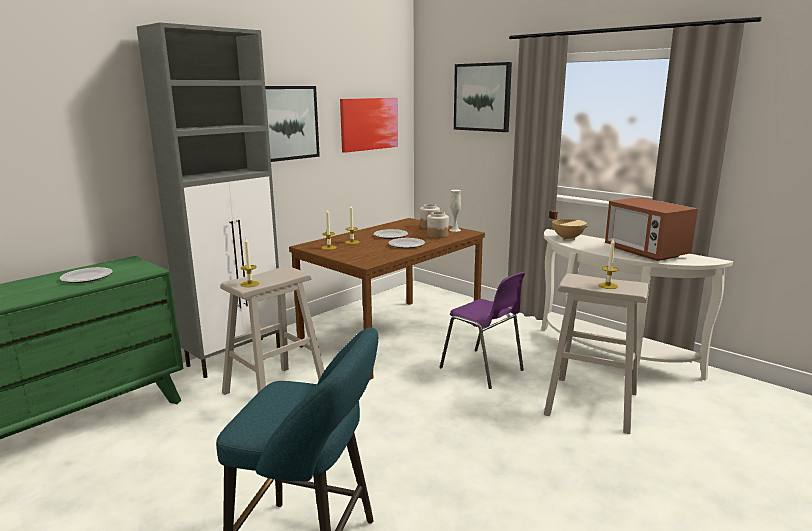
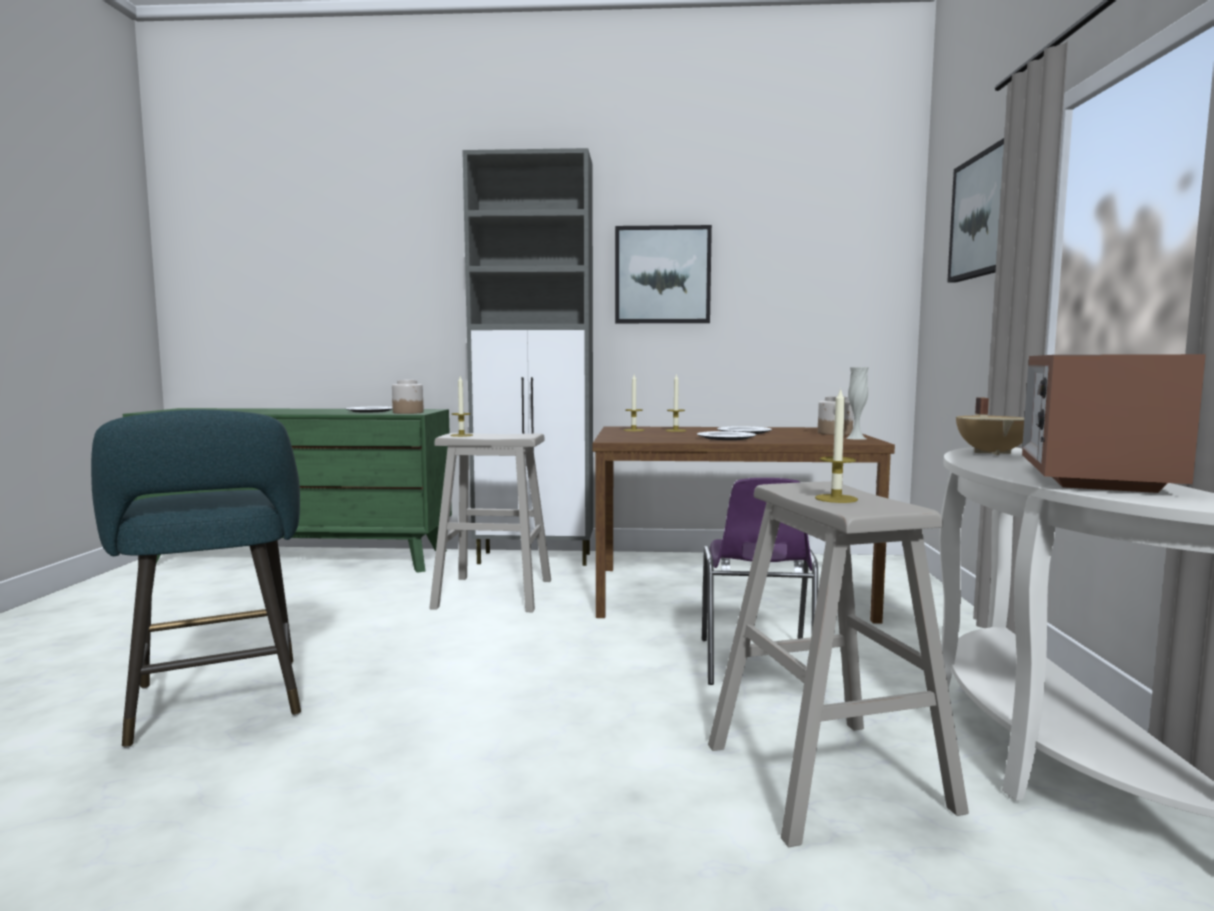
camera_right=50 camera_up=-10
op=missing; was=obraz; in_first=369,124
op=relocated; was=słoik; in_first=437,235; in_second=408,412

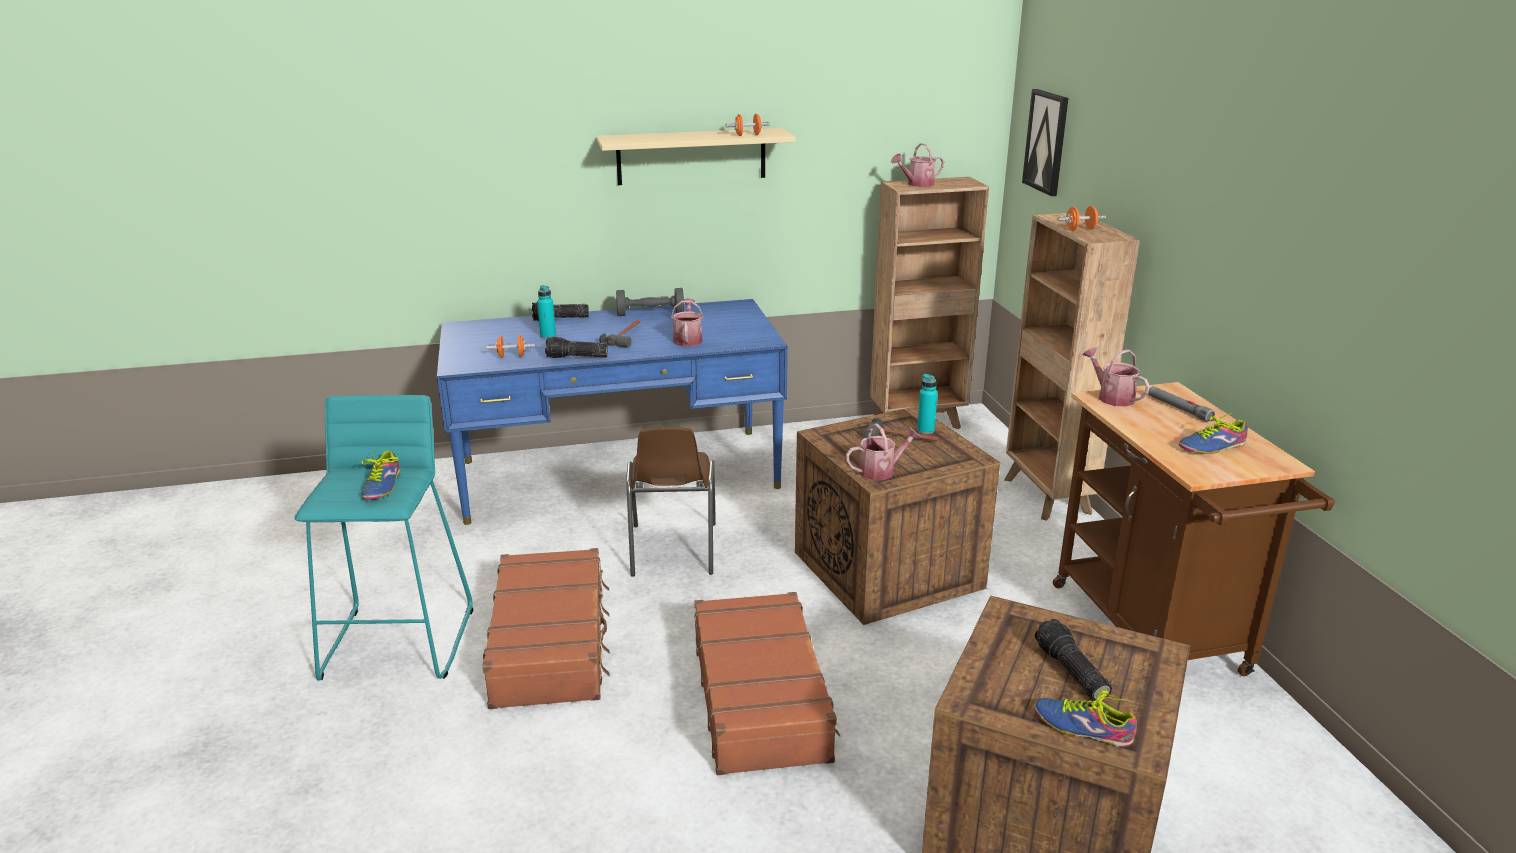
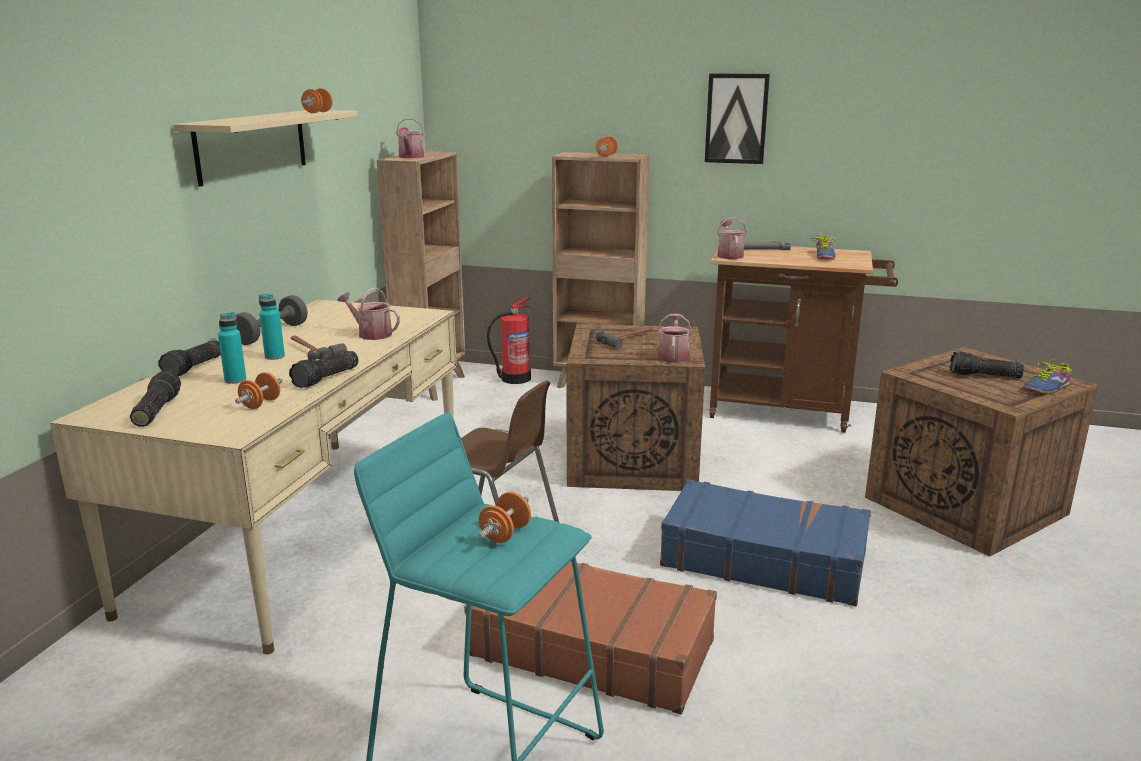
camera_right=-60 camera_up=-5
op=appeared; now=latarka; in_second=155,411
op=appeared; now=gaśnica; in_second=514,379
op=relocated; was=butelka/turkusowy; in_first=925,430; in_second=274,356
op=relocated; was=obraz; in_first=1046,142; in_second=736,118
op=exchanged; was=but; now=hantel/pomarańczowy; in_first=379,486; in_second=505,534
op=colour; was=biurko/niebieski; now=biurko/beżowy; in_first=619,474; in_second=308,528
op=colour; was=walizka/brązowy; now=walizka/niebieski; in_first=761,697; in_second=763,559
op=spun; was=konewka; in_first=1112,397; in_second=729,255; clockwise=90

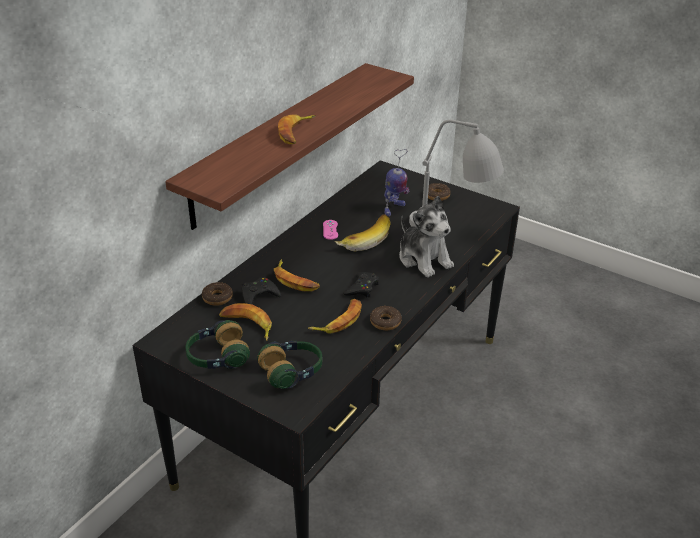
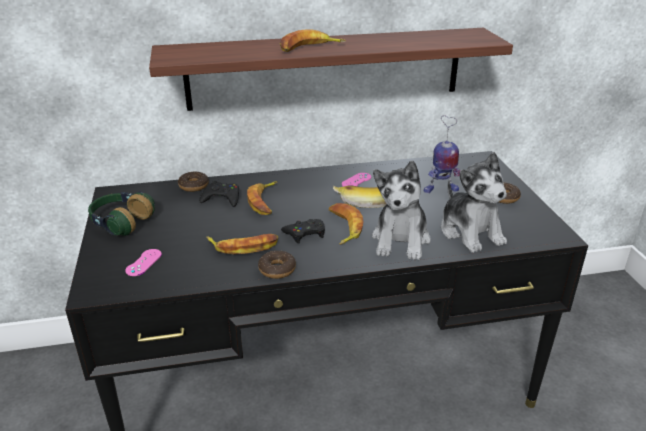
camera_right=45 camera_up=-5
op=relocated; was=banan; in_first=247,325; in_second=343,227
op=exchanged; was=słuchawki; now=pad do gier/różowy; in_first=292,372; in_second=144,262
op=exchanged; was=lampa stołowa/szary; now=pluszak; in_first=453,231; in_second=470,232

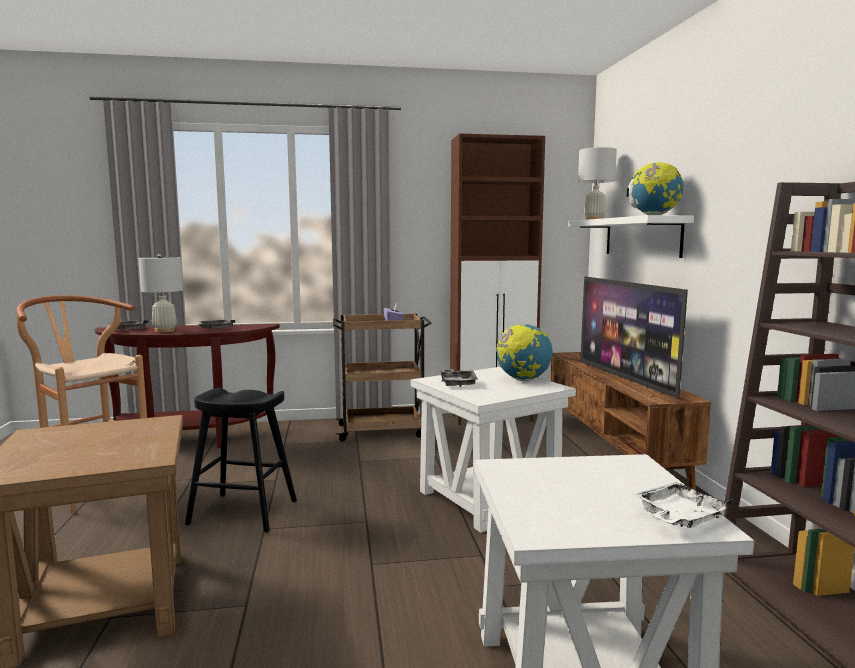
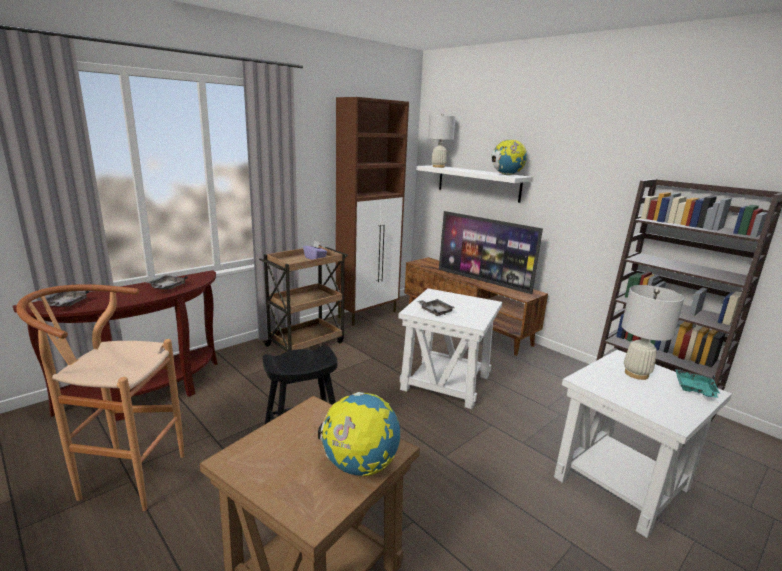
camera_right=-35 camera_up=10
op=relocated; was=lampa stołowa/biały; in_first=164,331; in_second=636,374
op=relocated; was=globus; in_first=523,380; in_second=359,466
op=colour; was=taca/biały; now=taca/turkusowy; in_first=678,517; in_second=695,389

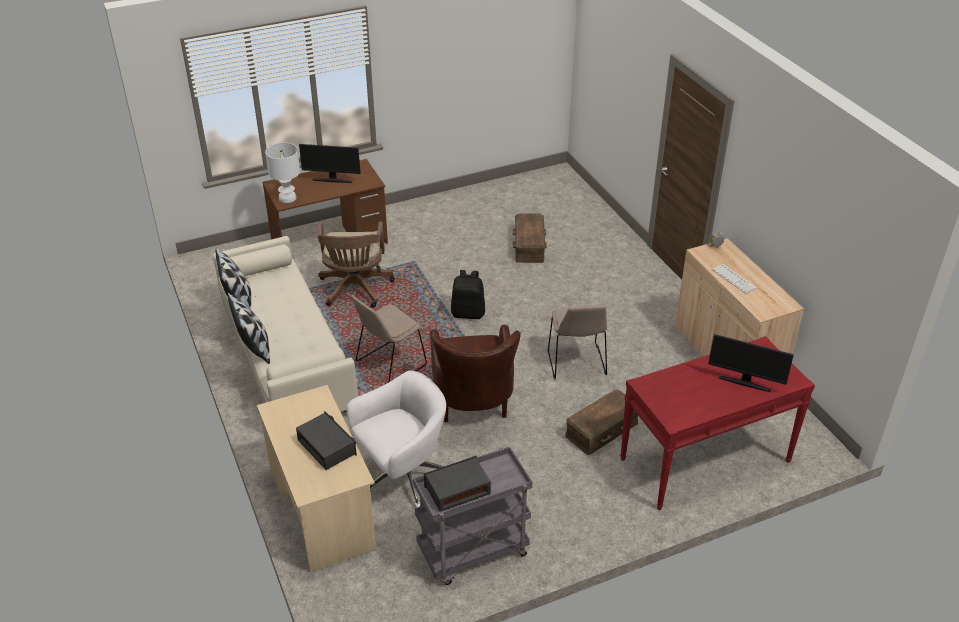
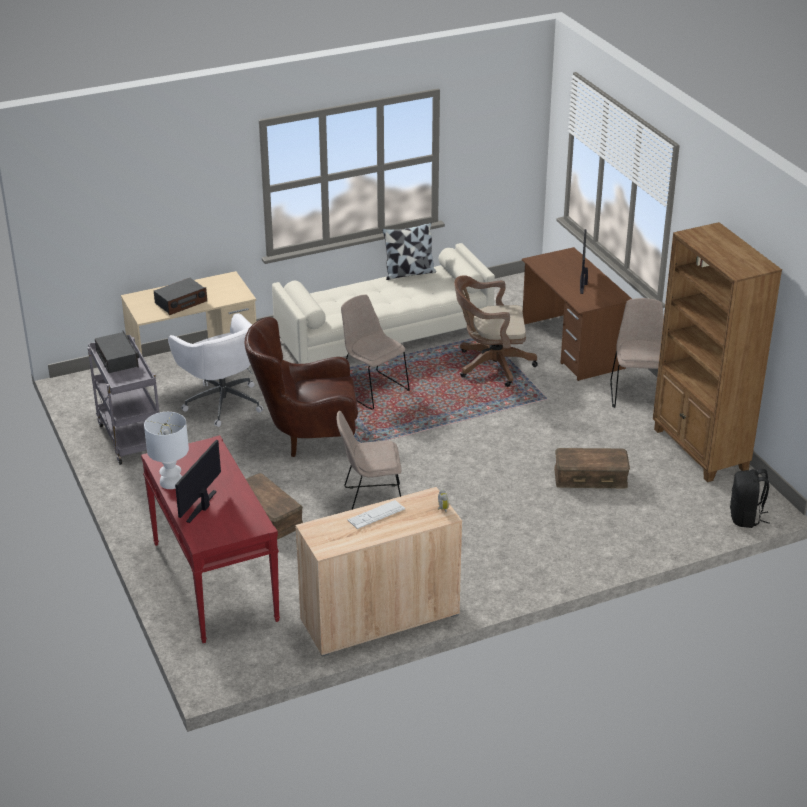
camera_right=90 camera_up=-5
op=missing; was=poduszka; in_first=254,348
op=appeared; now=krzesło/beżowy; in_second=637,394
op=appeared; now=regał/brązowy; in_second=700,450
op=relocated; was=lampa stołowa/biały; in_first=288,198; in_second=171,482
op=relocated; was=plecak/czarny; in_first=468,313; in_second=746,518

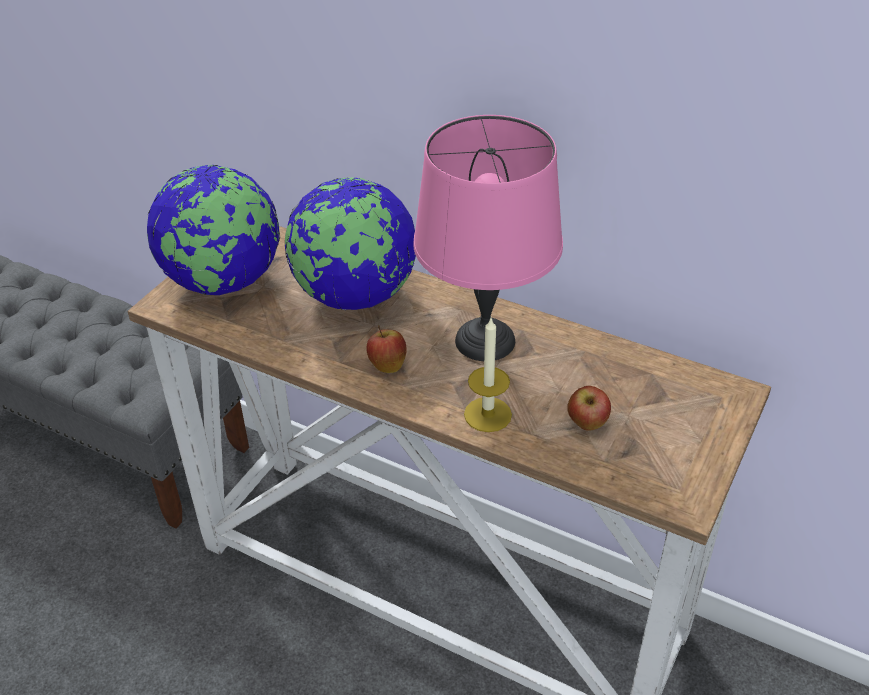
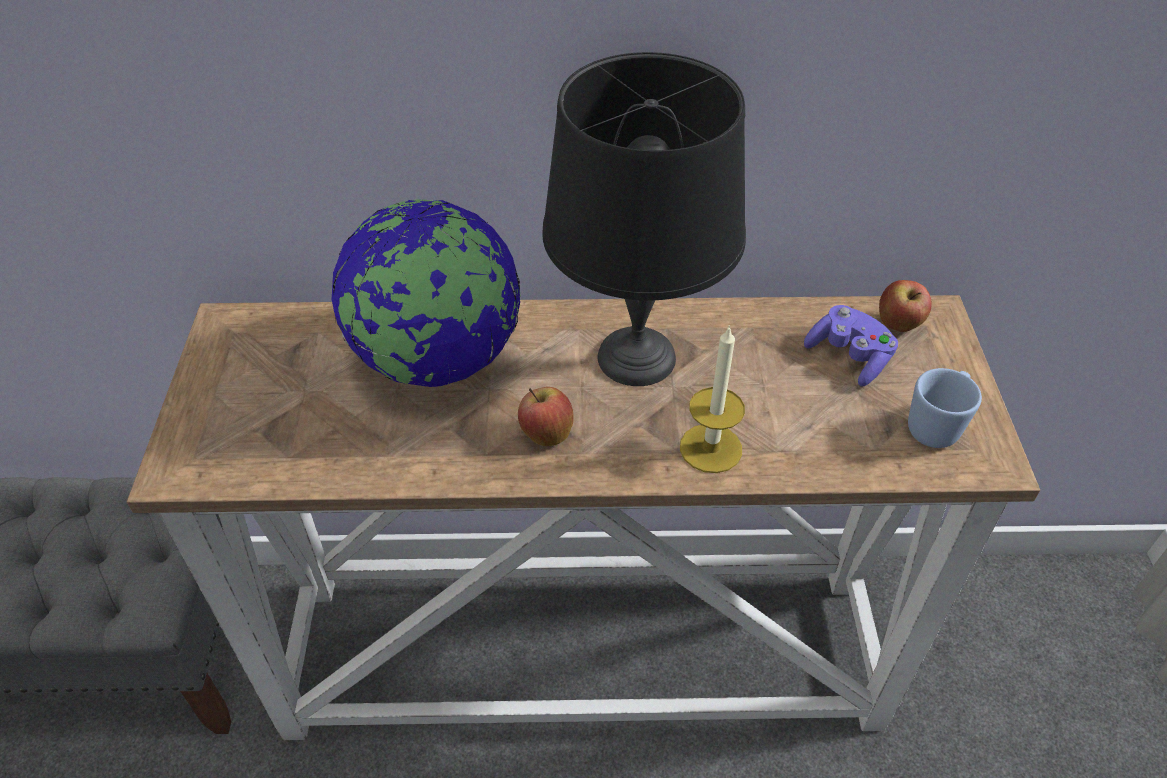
camera_right=-30 camera_up=5
op=missing; was=globus; in_first=223,282
op=appeared; now=pad do gier/fioletowy; in_second=849,357
op=appeared; now=kubek/niebieski; in_second=937,425
op=relocated; was=jabłko; in_first=587,424; in_second=898,325
op=colour; was=lampa stołowa/różowy; now=lampa stołowa/czarny; in_first=483,341; in_second=634,358

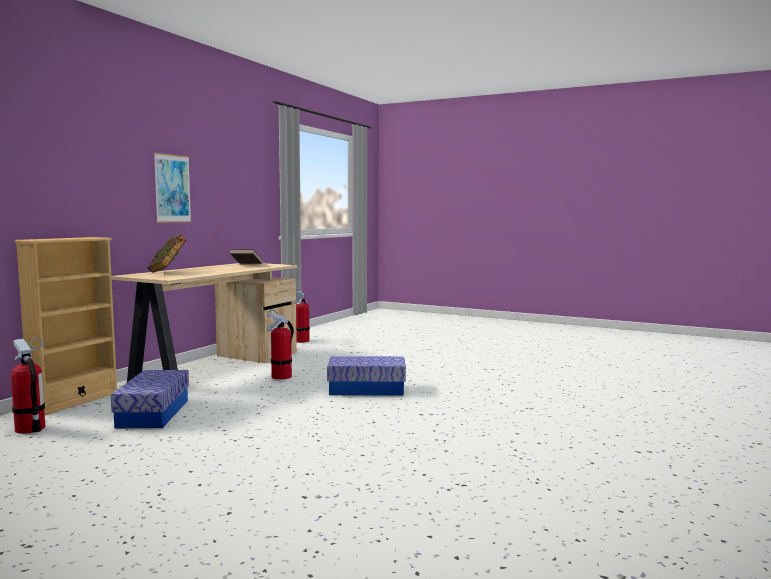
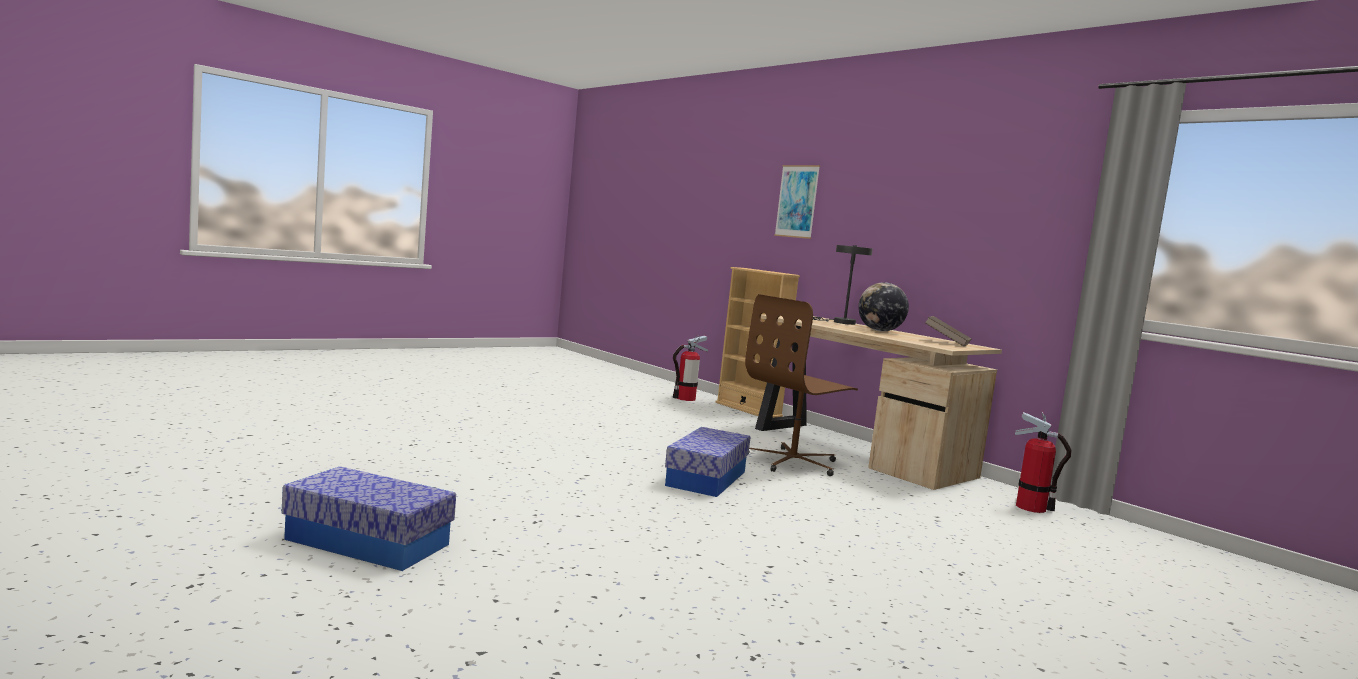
camera_right=110 camera_up=0
op=appeared; now=globus; in_second=880,331
op=relocated; was=pojemnik do przechowywania; in_first=153,413; in_second=367,542
op=relocated; was=obraz; in_first=172,188; in_second=797,201
op=exchanged; was=książka; now=lampa stołowa/szary; in_first=167,272; in_second=840,322
op=exchanged; was=gaśnica; now=krzesło biurowe/brązowy; in_first=281,376; in_second=793,462

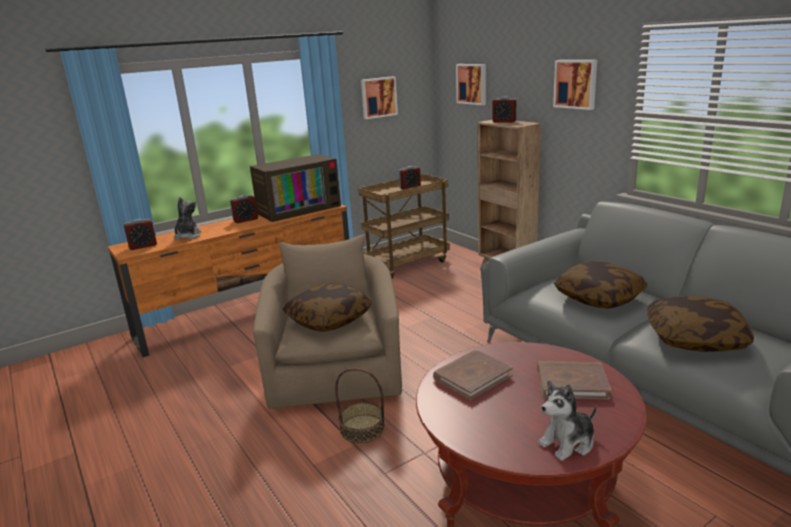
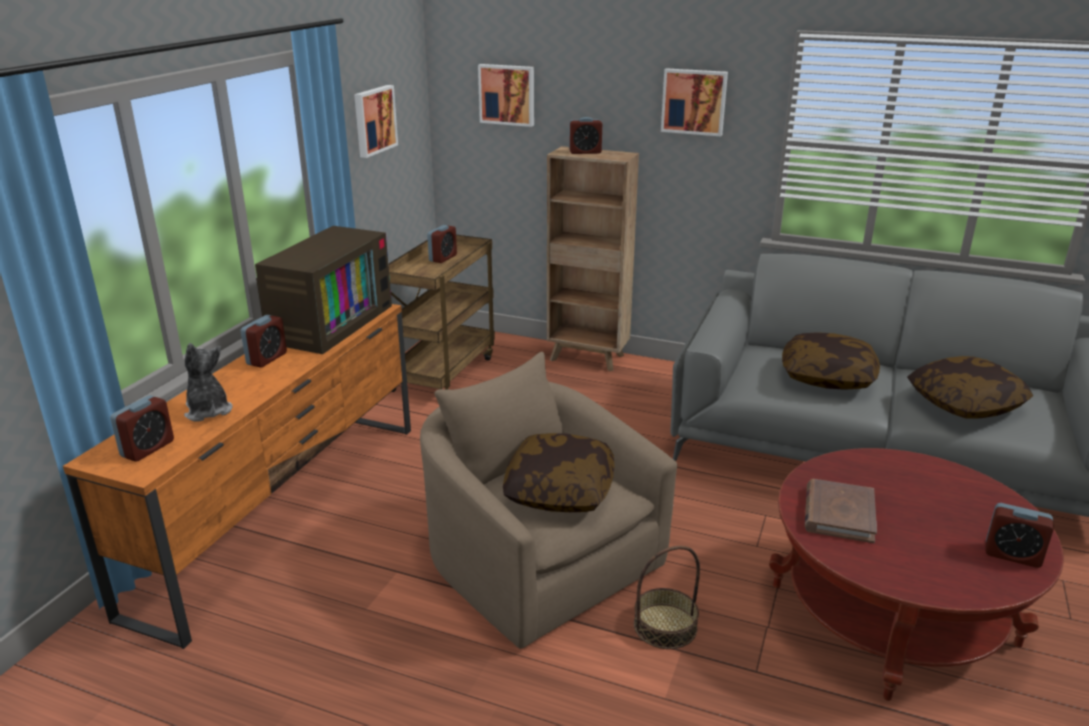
camera_right=-35 camera_up=5
op=missing; was=książka/brązowy; in_first=572,383
op=exchanged; was=pluszak; now=budzik; in_first=568,443; in_second=1012,555

